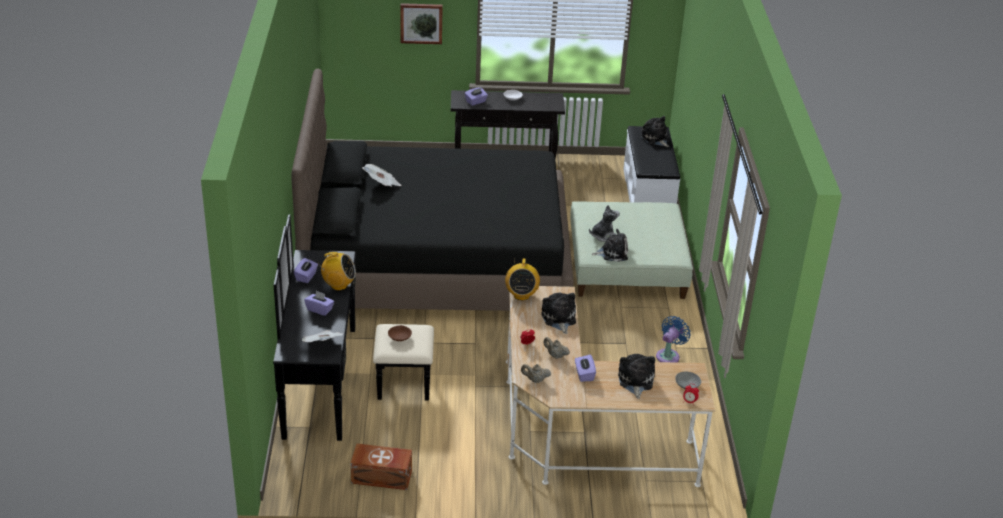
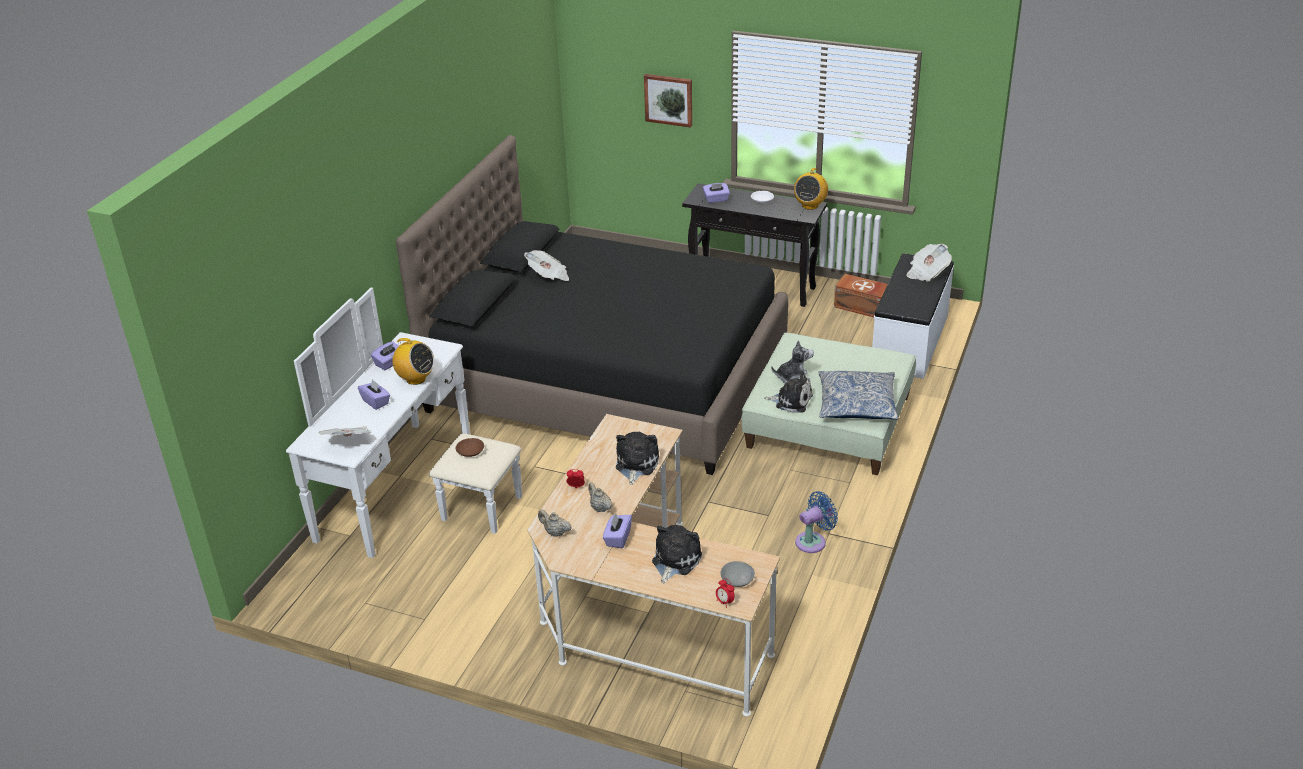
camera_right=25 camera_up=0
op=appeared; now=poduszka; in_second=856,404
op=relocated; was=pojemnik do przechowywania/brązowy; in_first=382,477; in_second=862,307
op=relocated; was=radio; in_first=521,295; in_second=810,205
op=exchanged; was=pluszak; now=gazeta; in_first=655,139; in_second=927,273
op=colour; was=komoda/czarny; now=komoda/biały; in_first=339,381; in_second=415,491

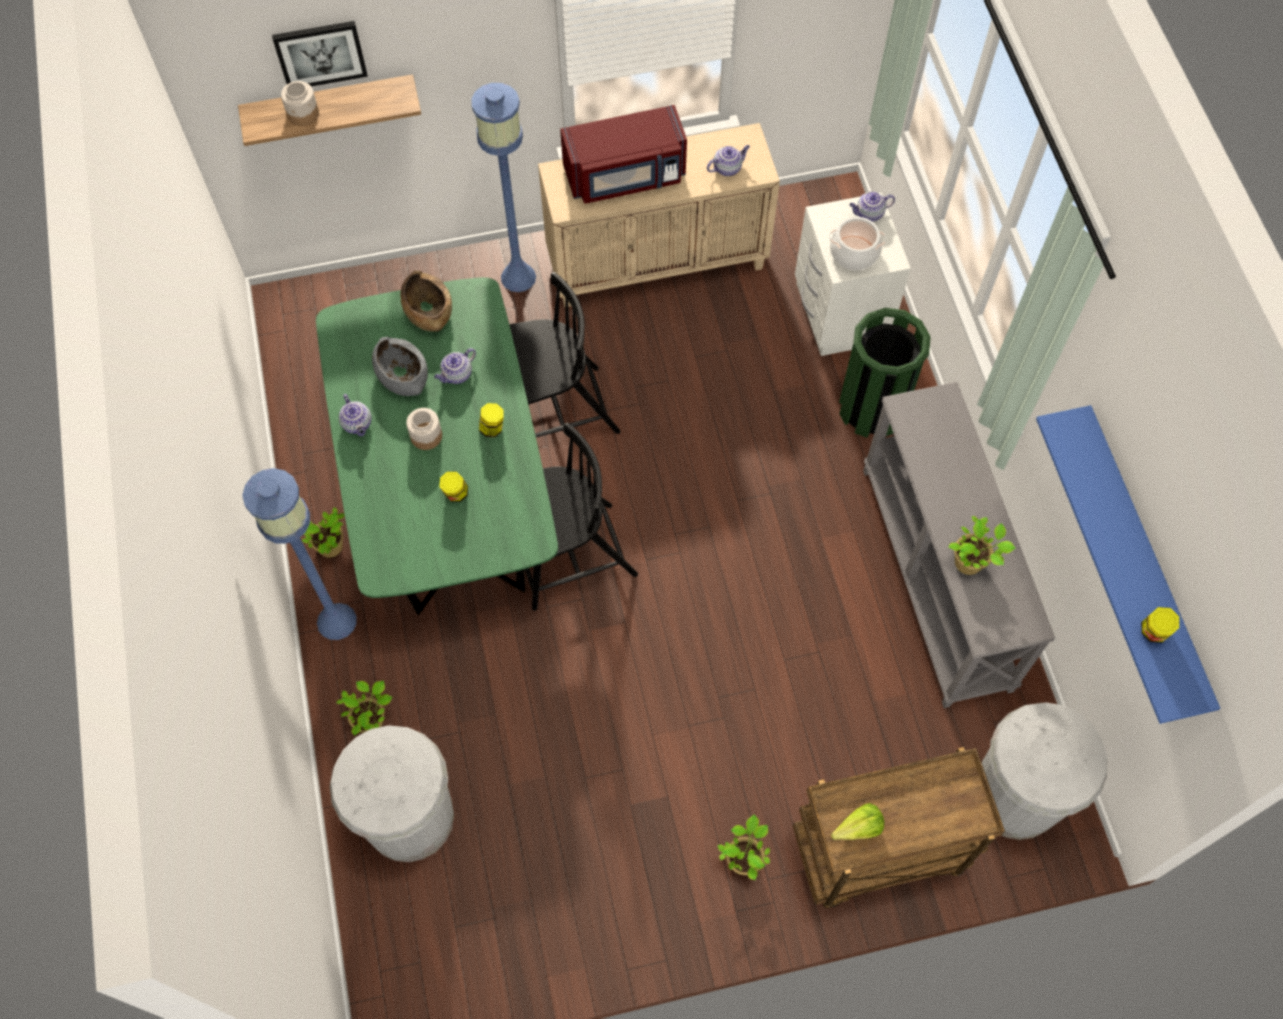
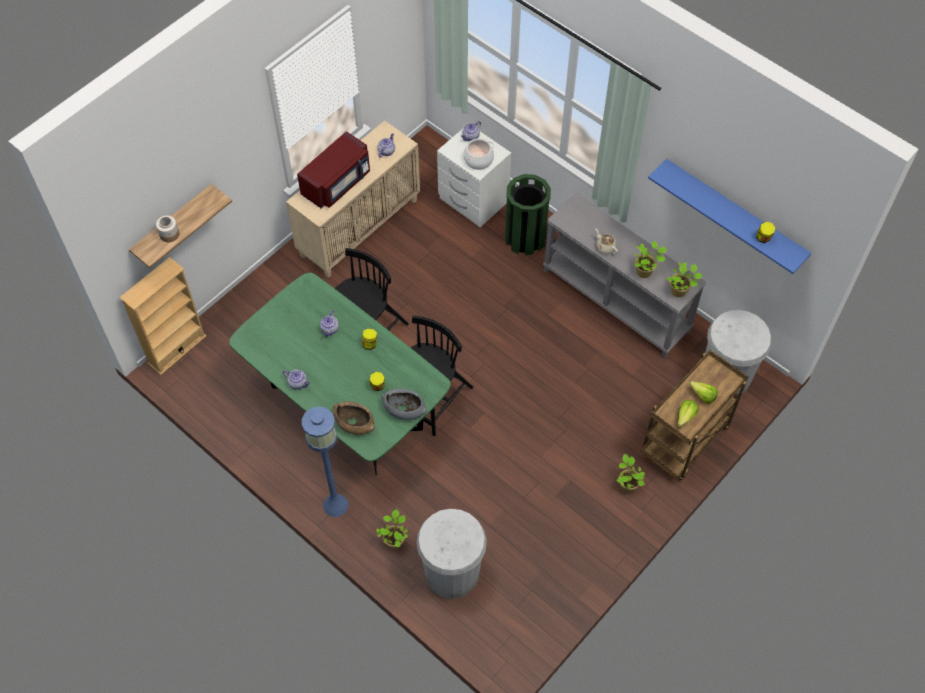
camera_right=-35 camera_up=-5
op=missing; was=obraz; in_first=320,53
op=missing; was=słoik; in_first=426,436
op=missing; was=lampa stojąca/niebieski; in_first=518,277
op=appeared; now=regał/beżowy; in_second=177,349
op=appeared; now=imbryk/beżowy; in_second=605,247
op=appeared; now=sałata; in_second=701,394
op=relocated; was=roślina doniczkowa; in_first=331,548; in_second=679,291
op=relocated; was=miska/szary; in_first=402,375; in_second=404,409
op=relocated; was=miska/brązowy; in_first=428,311; in_second=354,423

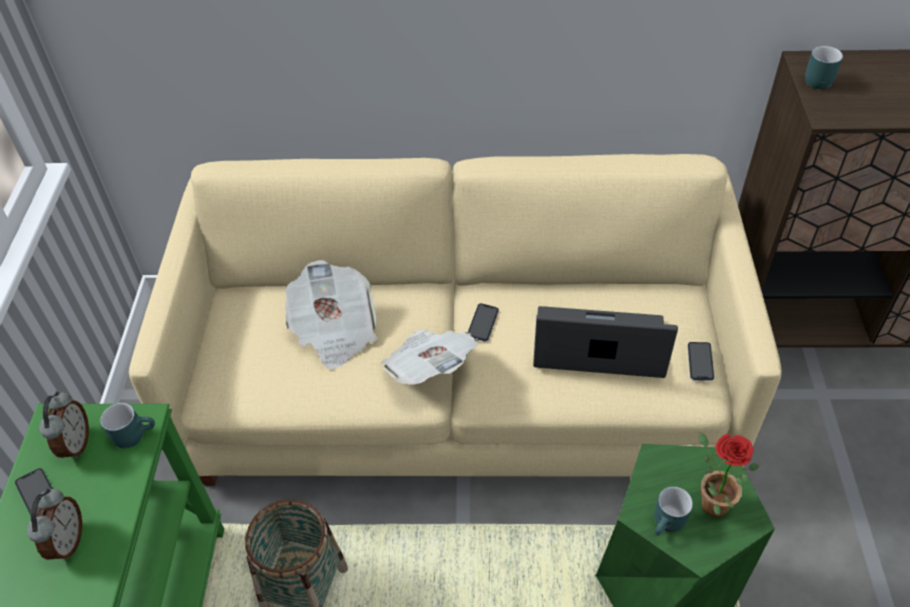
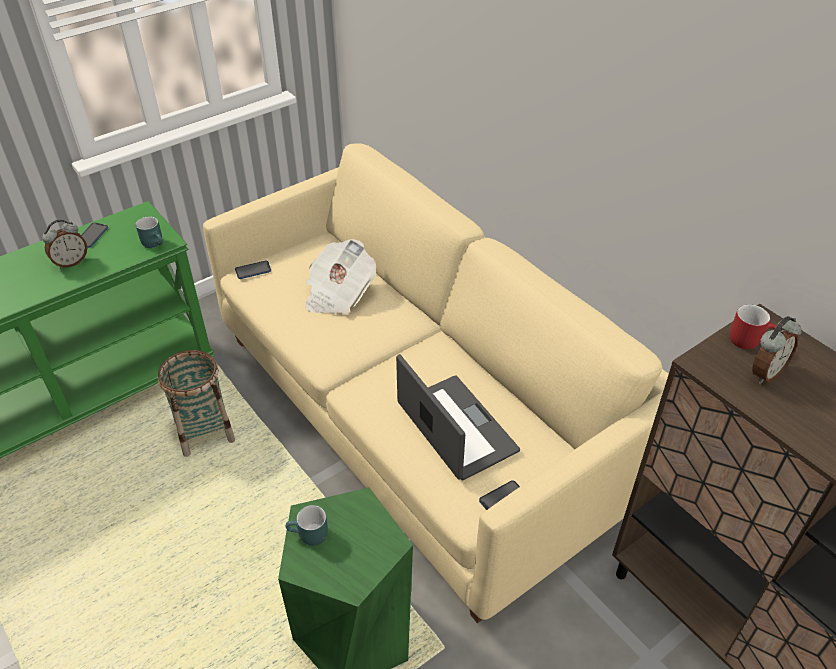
camera_right=50 camera_up=-5
op=missing; was=gazeta; in_first=429,368
op=missing; was=roślina doniczkowa; in_first=709,501
op=relocated; was=budzik; in_first=75,444; in_second=765,373
op=relocated; was=telefon; in_first=483,323; in_second=253,270
op=colour; was=kubek/turkusowy; now=kubek/czerwony; in_first=819,79; in_second=749,339

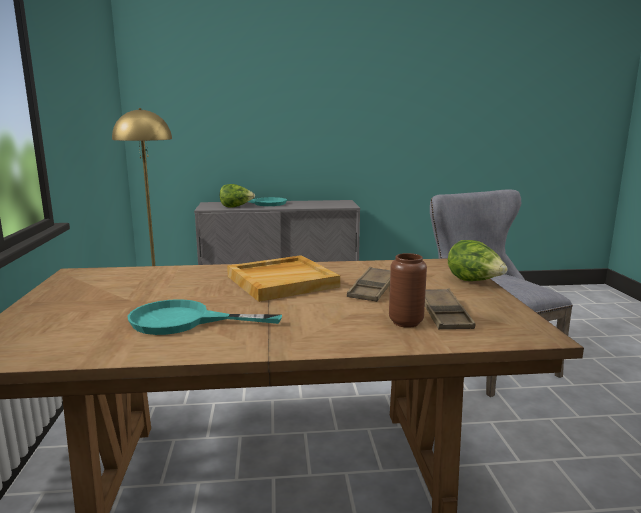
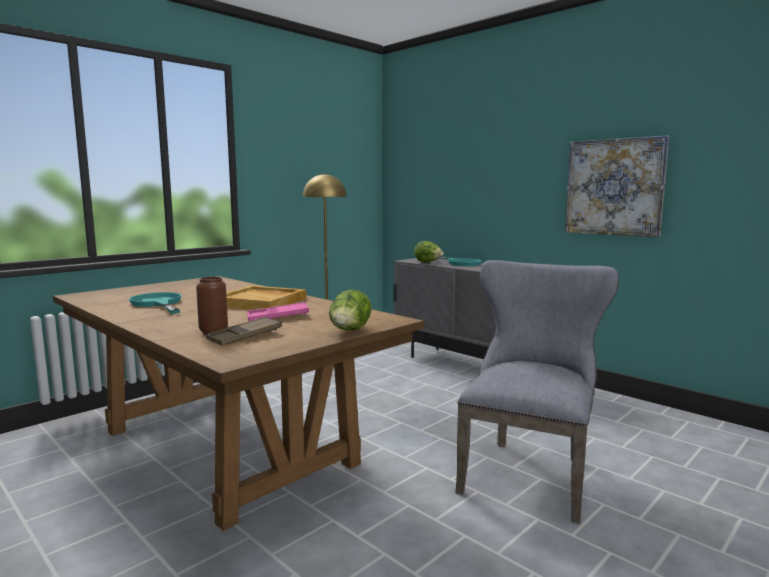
camera_right=50 camera_up=-5
op=appeared; now=obraz; in_second=614,187
op=colour; was=taca/brązowy; now=taca/różowy; in_first=373,289; in_second=278,317

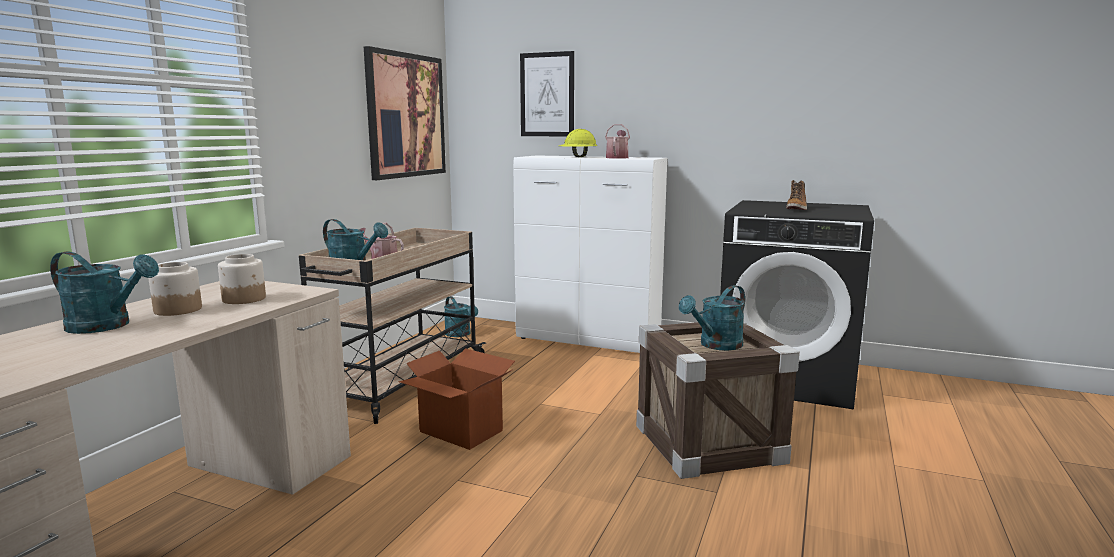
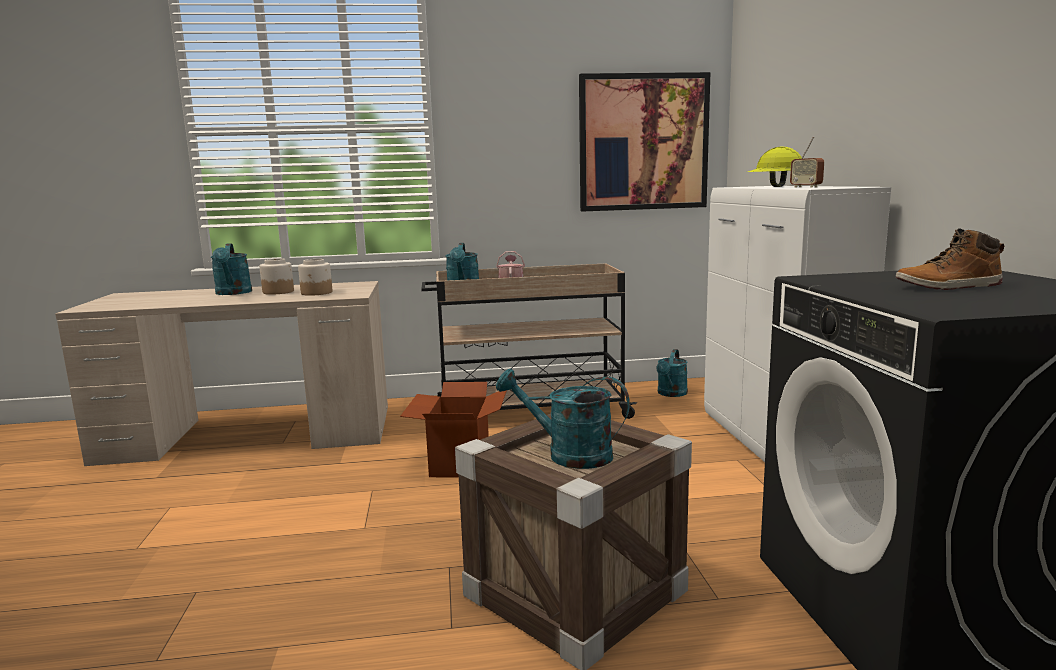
camera_right=60 camera_up=0
op=missing; was=obraz; in_first=547,94
op=exchanged; was=konewka; now=radio; in_first=617,157; in_second=806,187

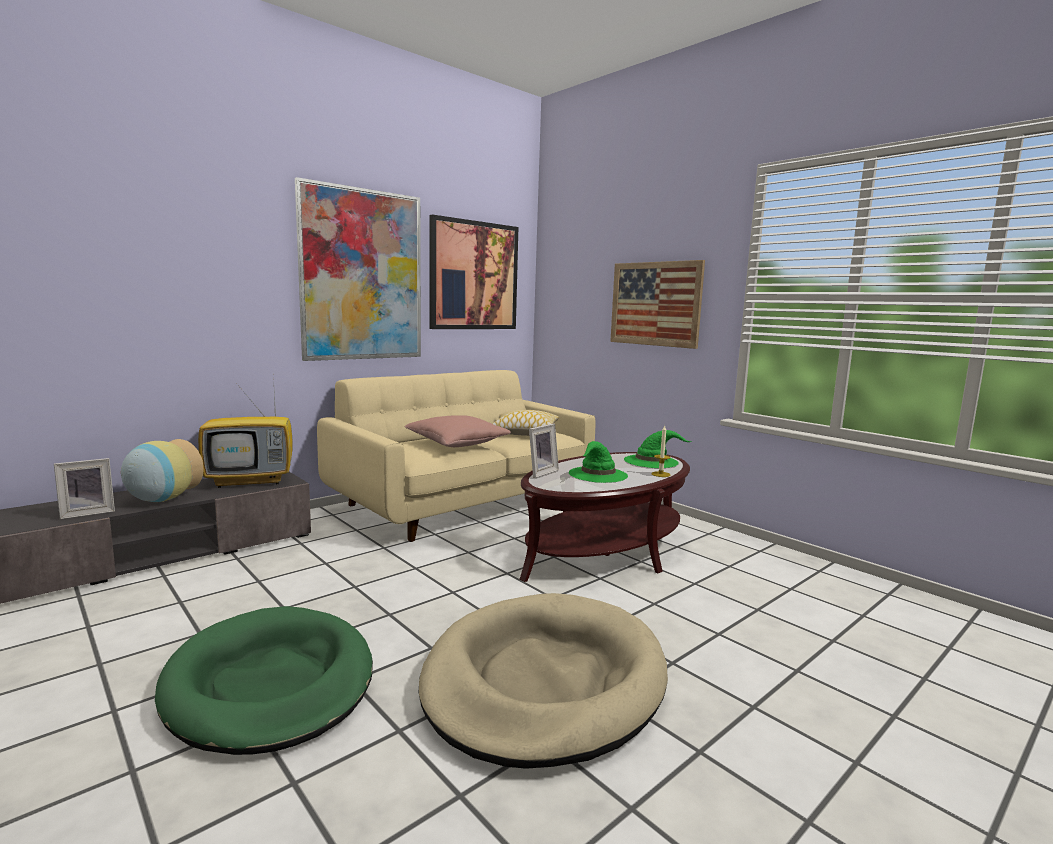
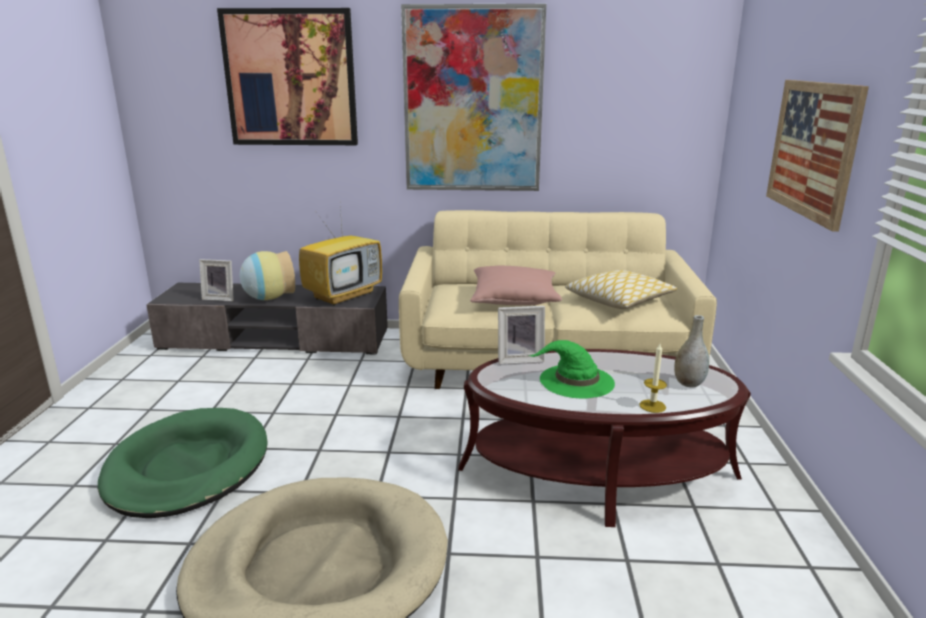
camera_right=45 camera_up=10
op=relocated; was=obraz; in_first=474,276; in_second=290,78
op=exchanged; was=kapelusz/zielony; now=wazon/szary; in_first=652,461; in_second=689,383
op=spun; was=telewizor; in_first=252,480; in_second=344,295; clockwise=-75

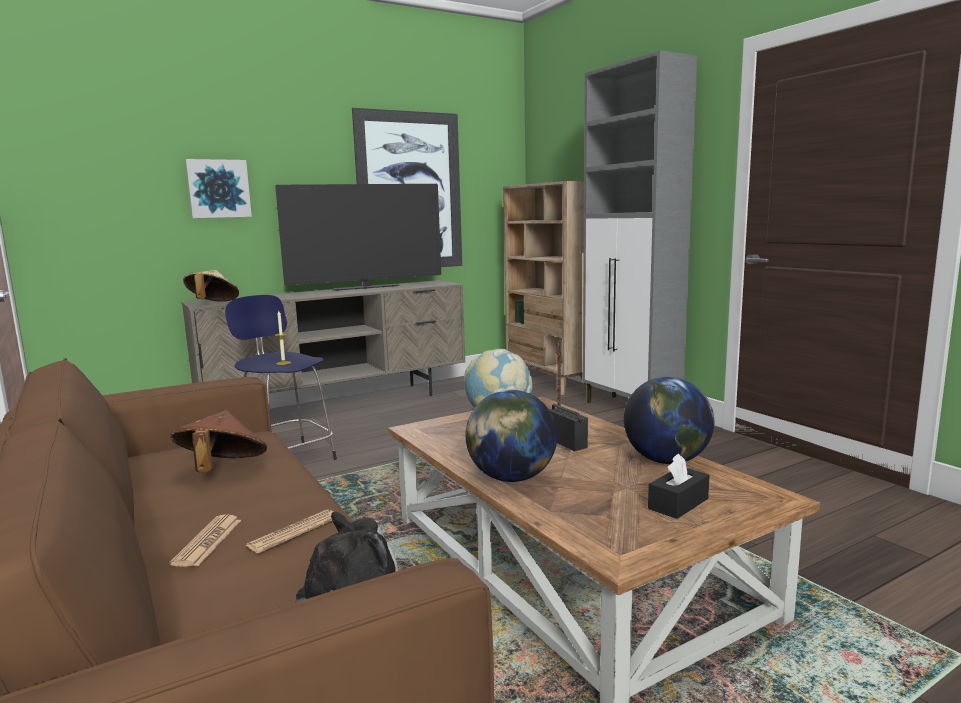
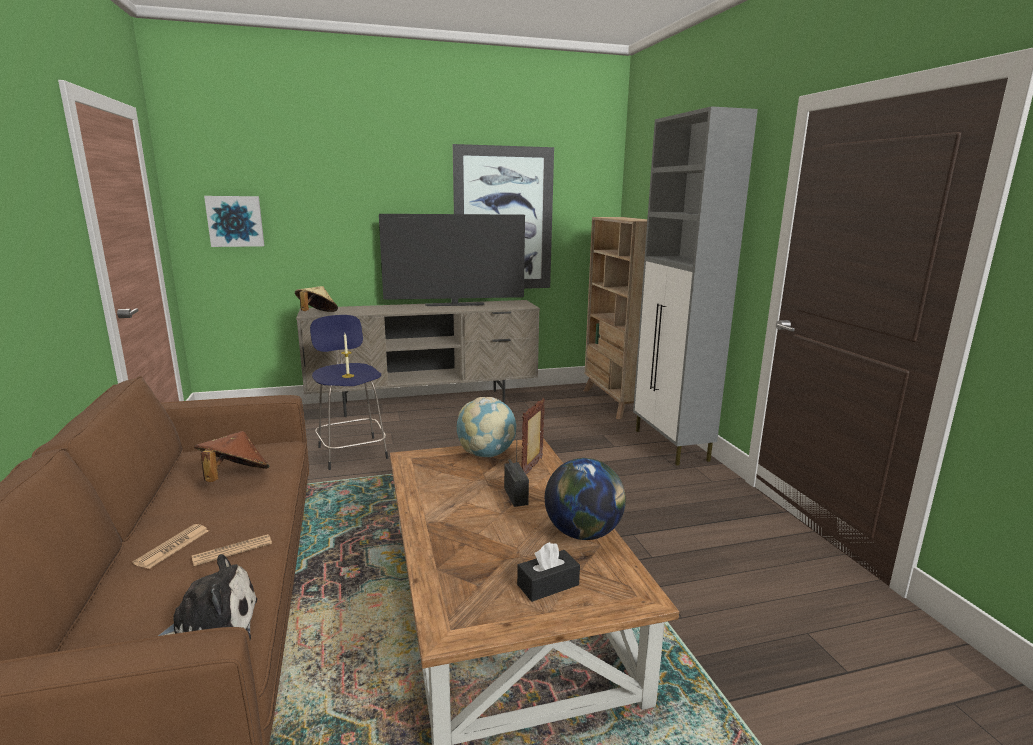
camera_right=15 camera_up=5
op=missing; was=globus; in_first=511,478
op=relocated; was=obraz; in_first=218,189; in_second=235,221

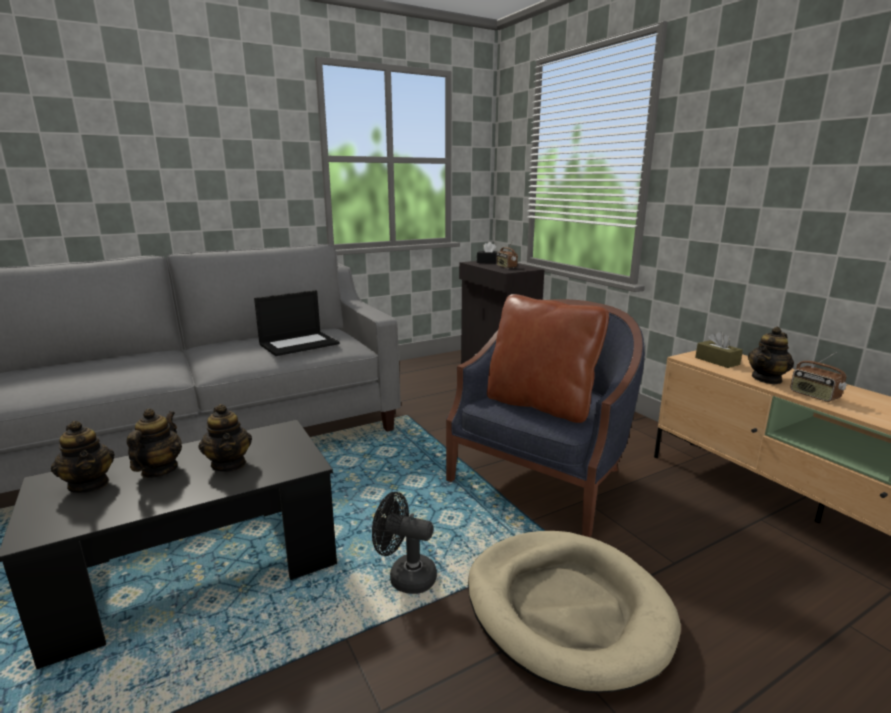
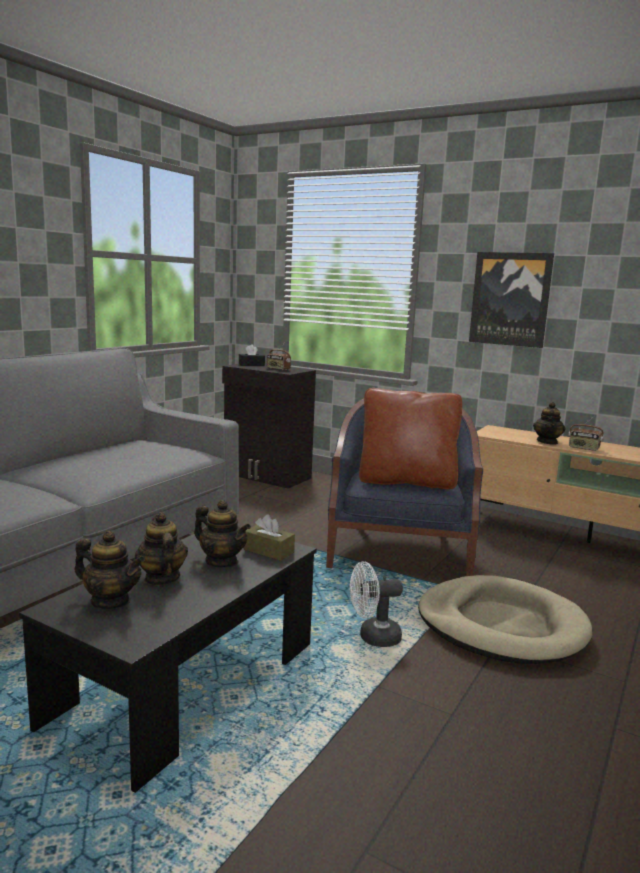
camera_right=-30 camera_up=-5
op=missing; was=laptop; in_first=299,344
op=appeared; now=obraz; in_second=510,299
op=relocated; was=pudełko chusteczek/brązowy; in_first=717,361; in_second=268,551
op=colour; was=wentylator/czarny; now=wentylator/biały; in_first=405,576; in_second=373,637

